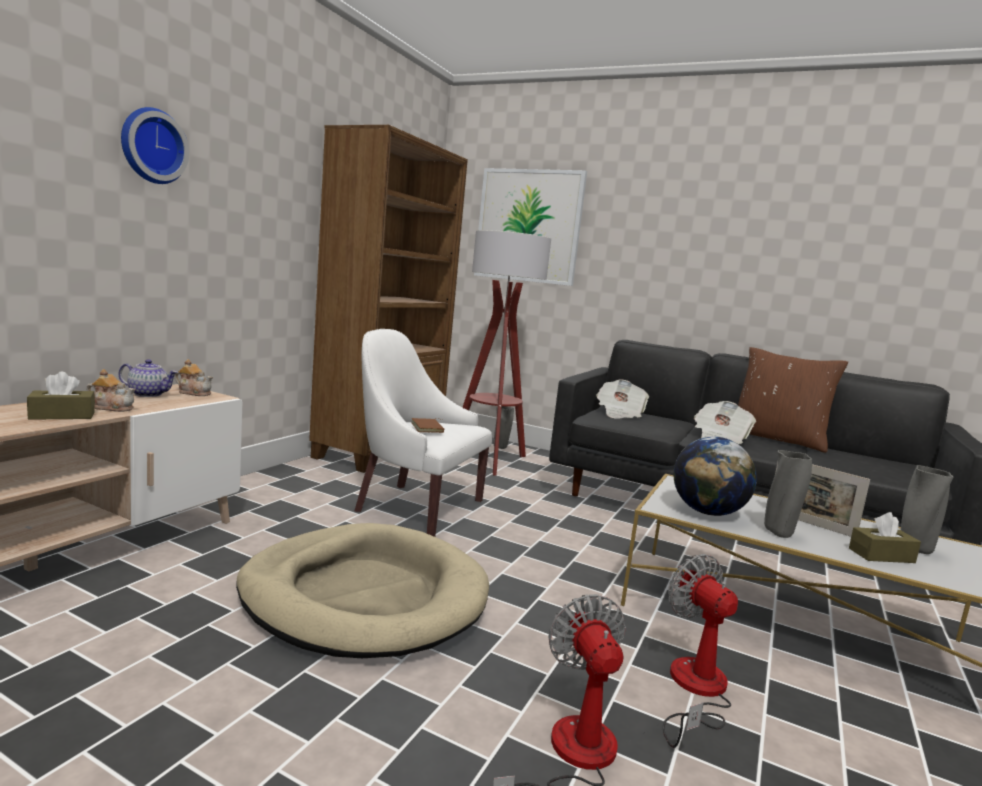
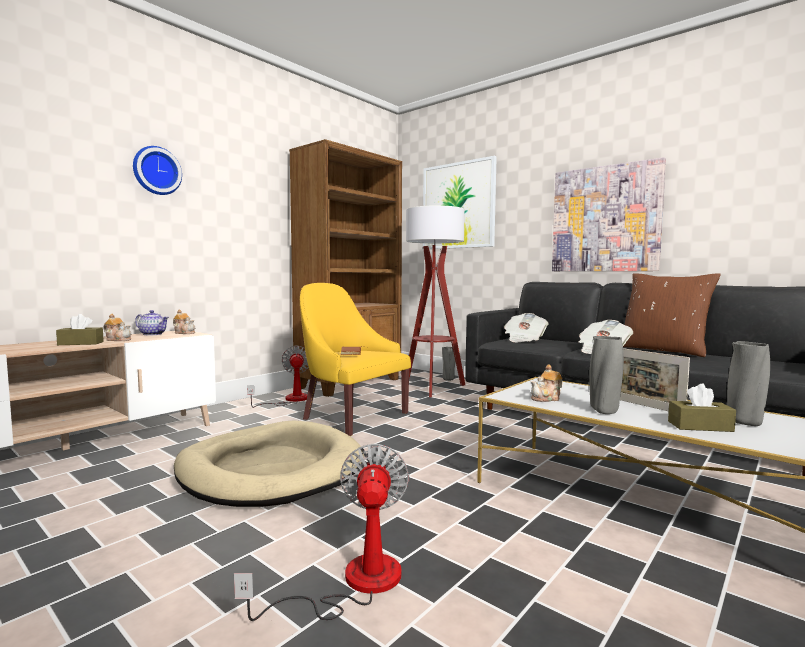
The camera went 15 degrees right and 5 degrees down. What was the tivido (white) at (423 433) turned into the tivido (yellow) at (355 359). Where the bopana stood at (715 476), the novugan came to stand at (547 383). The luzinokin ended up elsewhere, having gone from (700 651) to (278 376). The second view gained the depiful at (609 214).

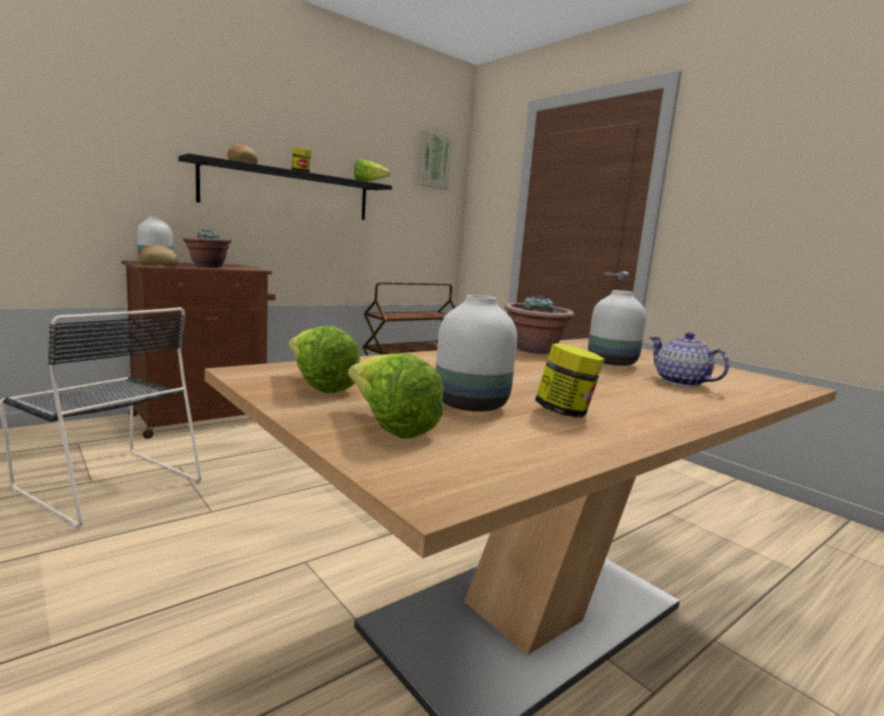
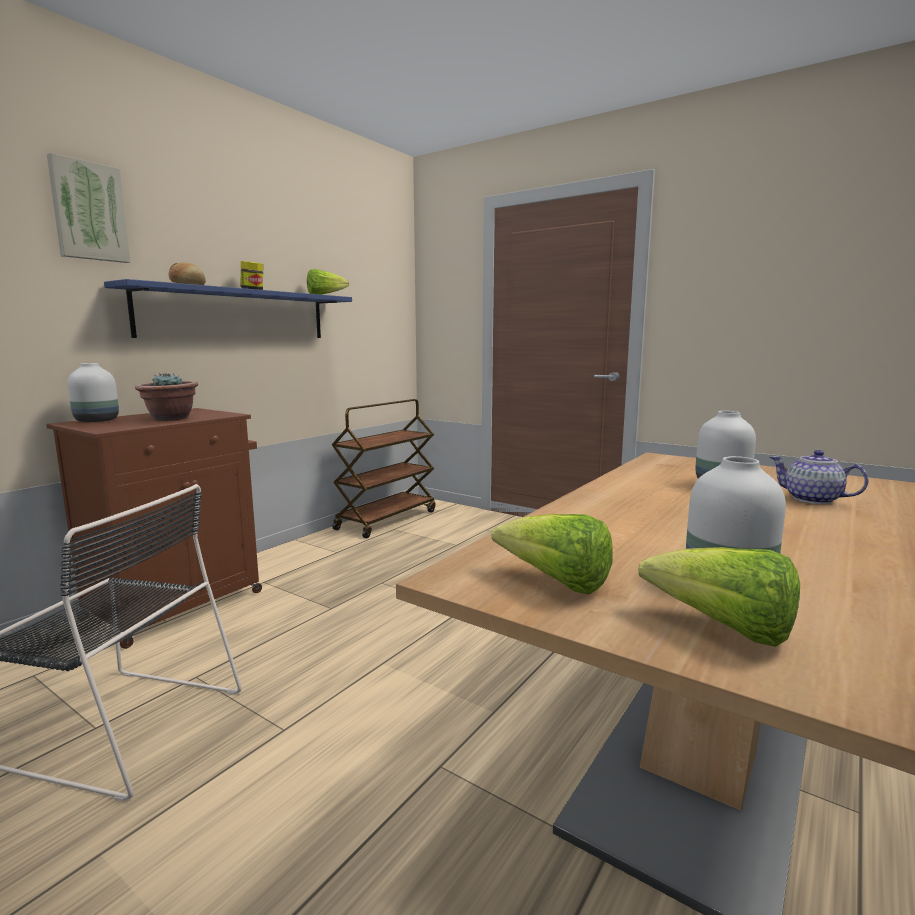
The camera went 15 degrees left and 0 degrees up. The depiful ended up elsewhere, having gone from (435 160) to (88 208). What was the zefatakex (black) at (285 186) turned into the zefatakex (blue) at (228 308). The second view lost the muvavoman at (158 255). The second view lost the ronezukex at (539 324). The second view lost the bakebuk at (570 380).

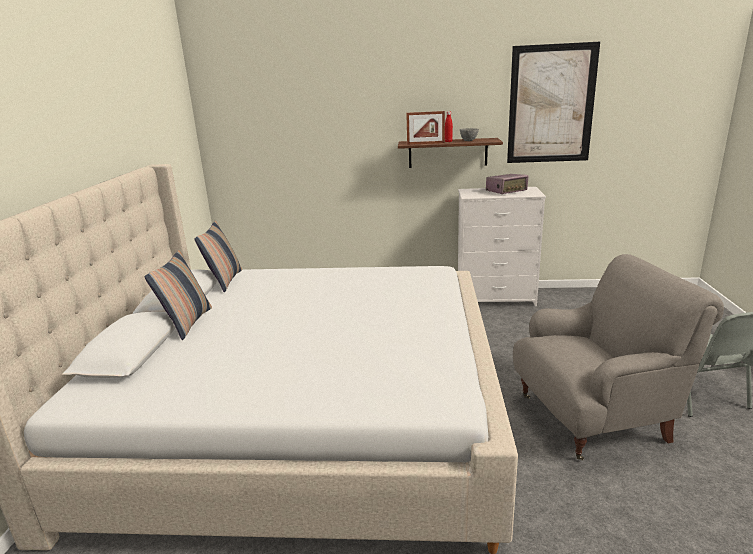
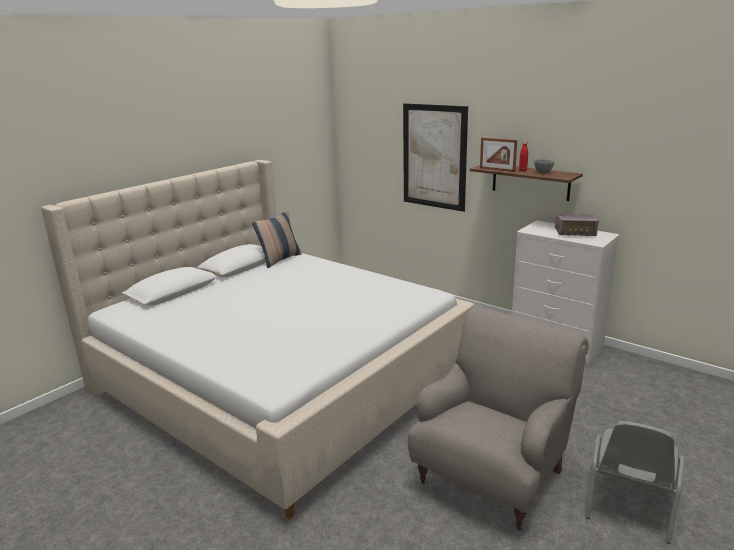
The camera went 35 degrees right and 0 degrees up. The depiful ended up elsewhere, having gone from (553 102) to (435 157). The second view lost the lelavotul at (178 295). The tivido (grey) at (618 357) ended up facing another way, 75 degrees counterclockwise from before.

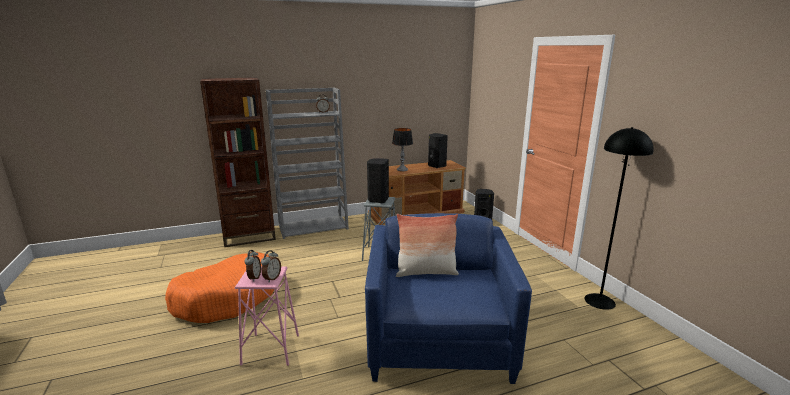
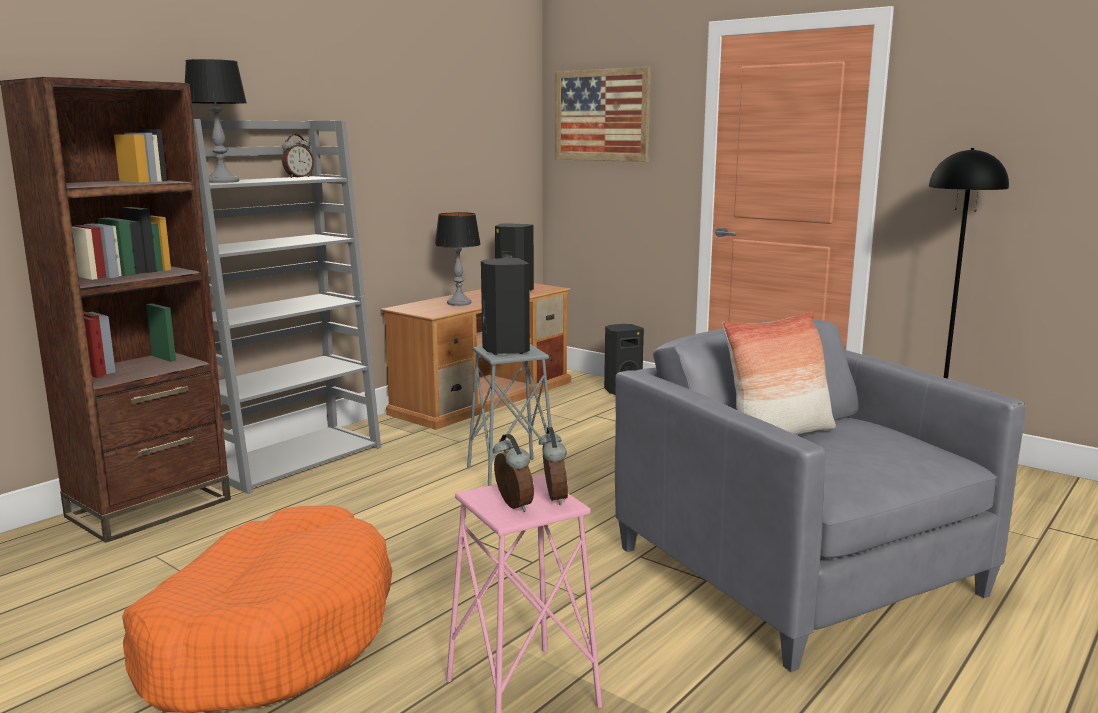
The camera went 30 degrees left and 5 degrees down. What was the tivido (blue) at (448 298) turned into the tivido (grey) at (820 496). The second view gained the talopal at (216 121). The second view gained the depiful at (603 114).

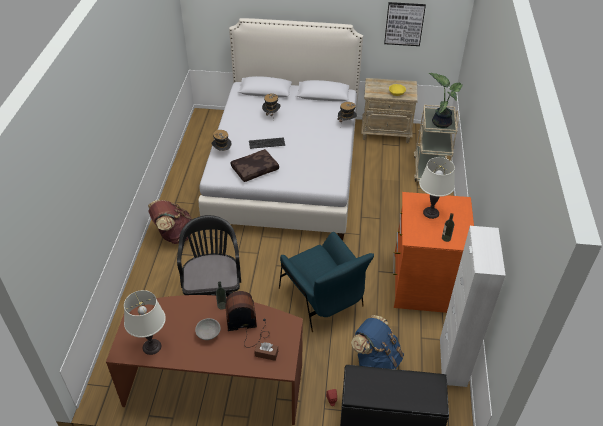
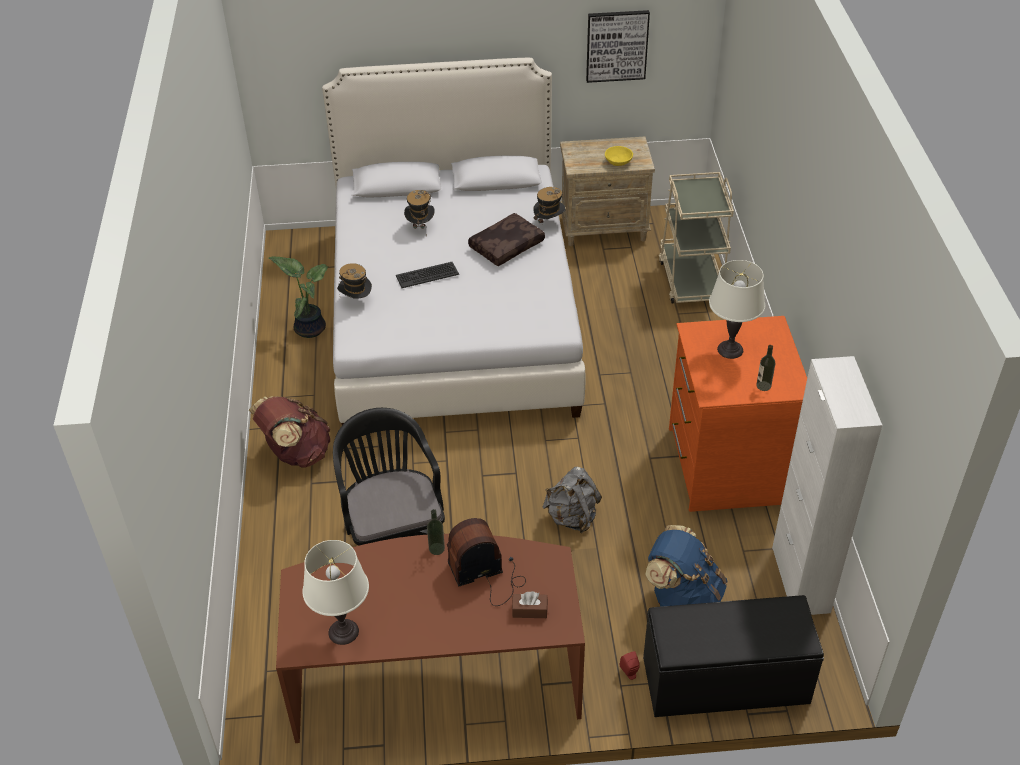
The camera went 10 degrees left and 0 degrees up. The ronezukex ended up elsewhere, having gone from (446 100) to (298 297). The lelavotul (brown) ended up elsewhere, having gone from (255 165) to (506 239). Where the tivido (blue) stood at (326 282), the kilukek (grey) came to stand at (572 500). The second view lost the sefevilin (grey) at (208 329).

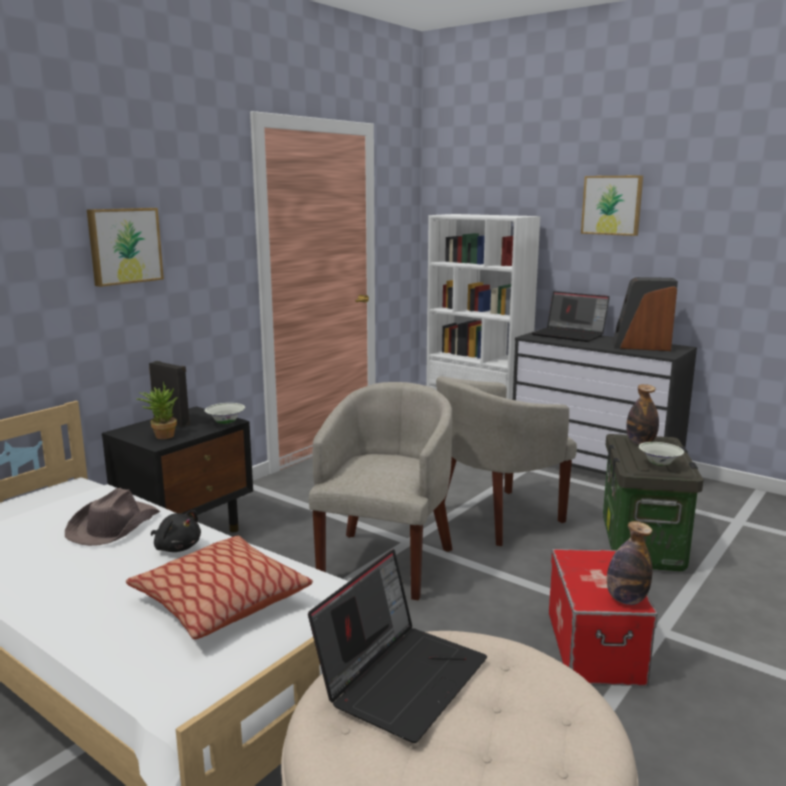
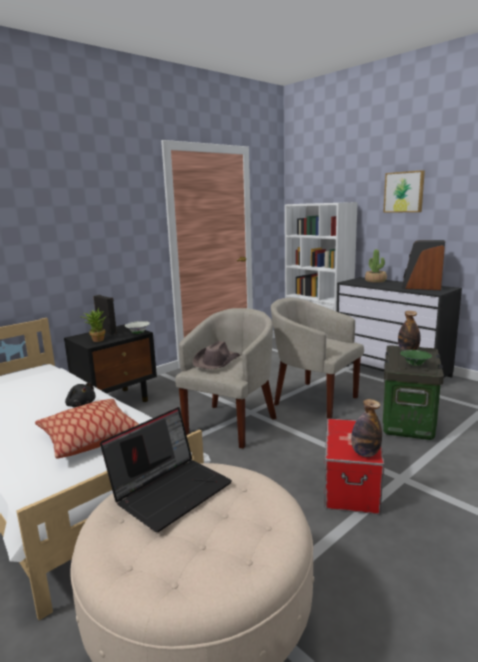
The camera went 10 degrees right and 0 degrees up. The second view lost the depiful at (125 247). Where the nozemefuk stood at (571 316), the ronezukex came to stand at (376 266). The tivido (beige) at (506 461) ended up facing another way, 60 degrees clockwise from before. What was the sefevilin (white) at (661 454) turned into the sefevilin (green) at (416 358). The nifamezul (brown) ended up elsewhere, having gone from (112 517) to (216 355).

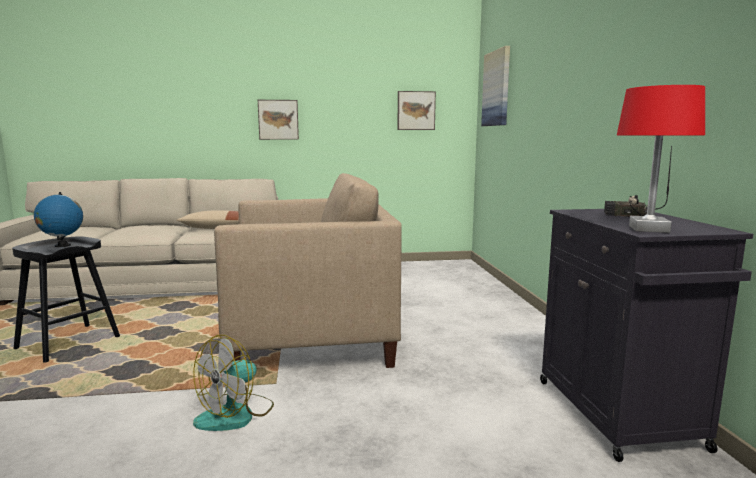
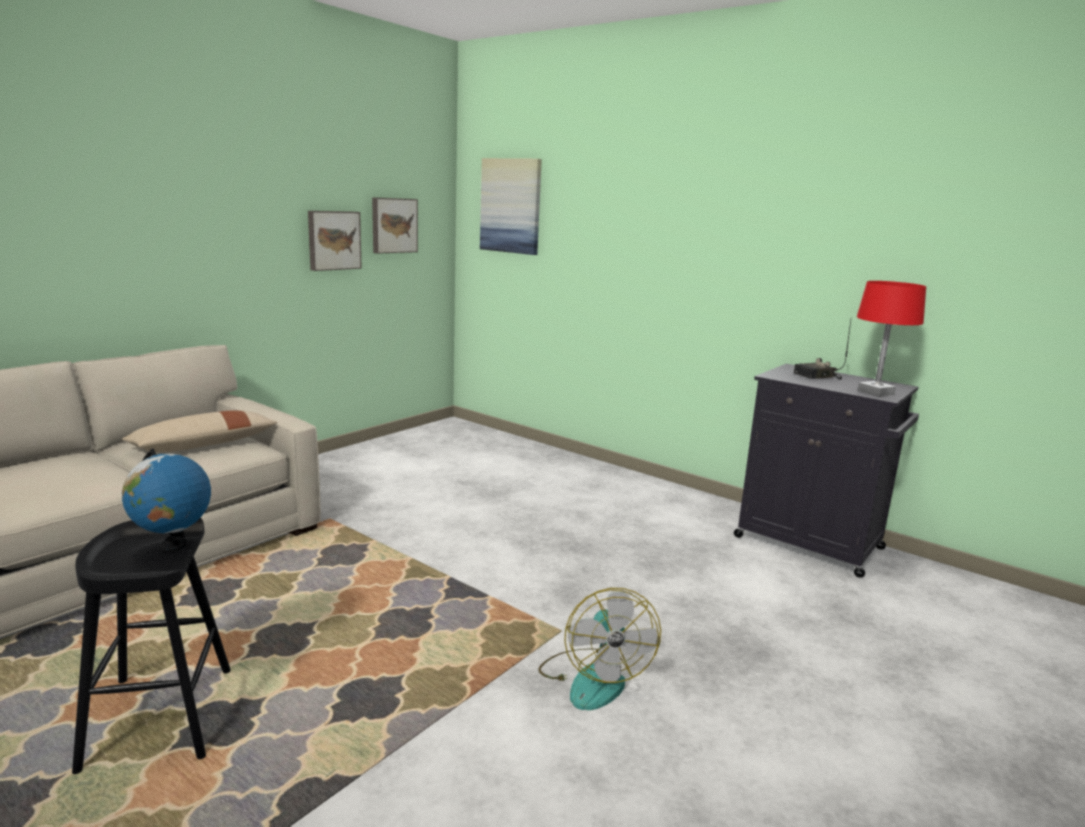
The camera went 45 degrees left and 5 degrees up. The depiful ended up elsewhere, having gone from (278 120) to (335 241). The second view lost the tivido (beige) at (308 270).

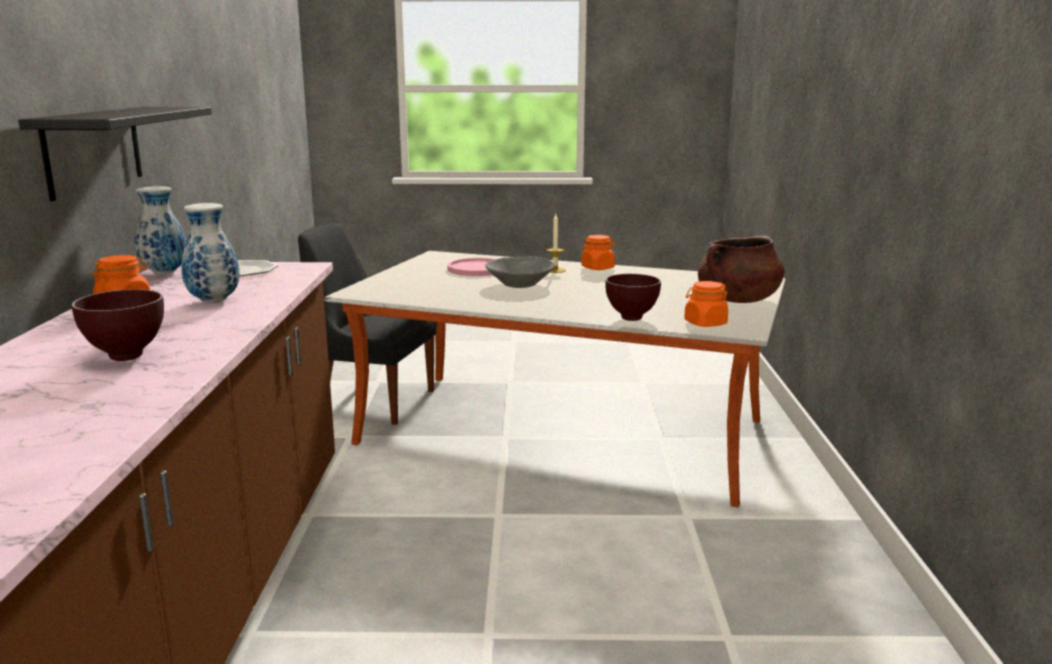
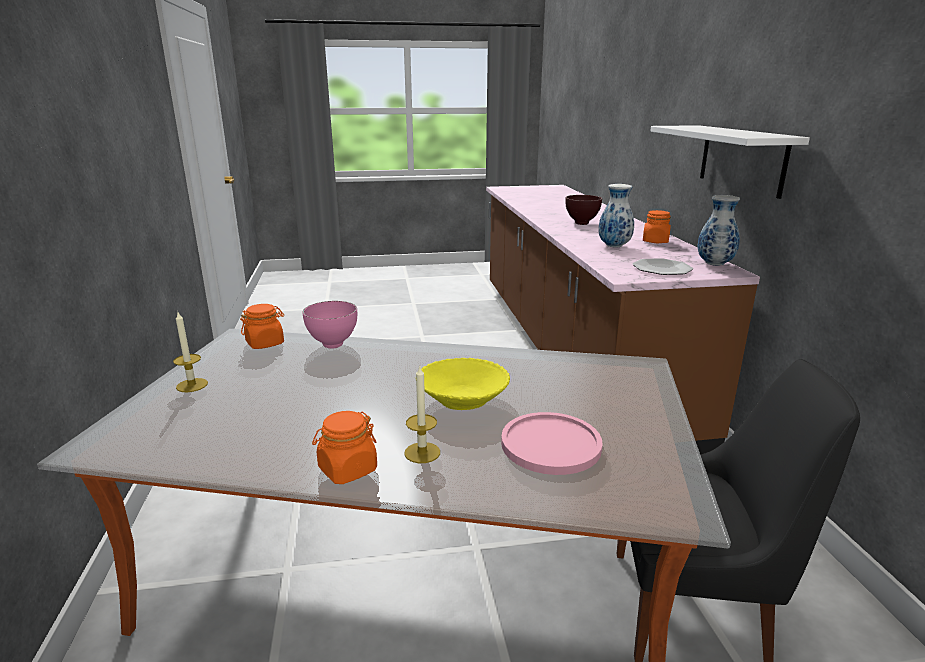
The camera went 170 degrees right and 5 degrees up. What was the zefatakex (black) at (115 154) turned into the zefatakex (white) at (730 162). Where the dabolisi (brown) stood at (741 269), the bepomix came to stand at (190 352). What was the sefevilin (grey) at (520 272) turned into the sefevilin (yellow) at (465 384). What was the sefevilin (brown) at (633 297) turned into the sefevilin (pink) at (330 325).

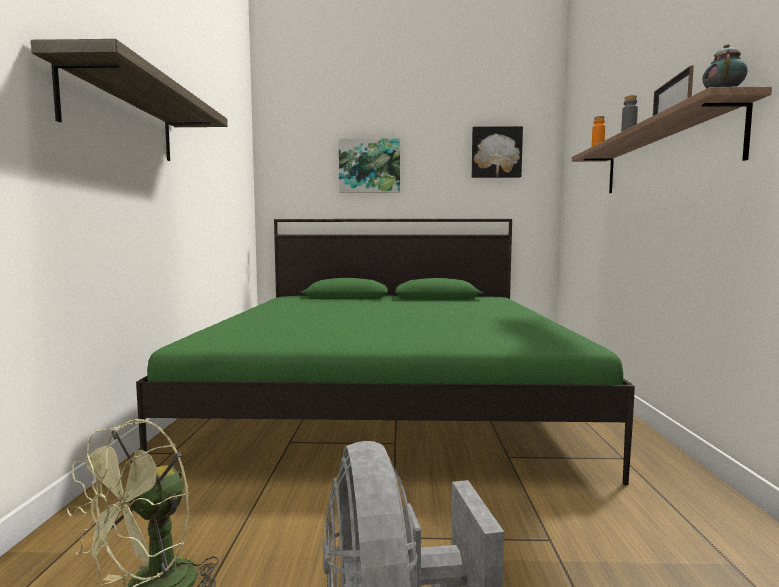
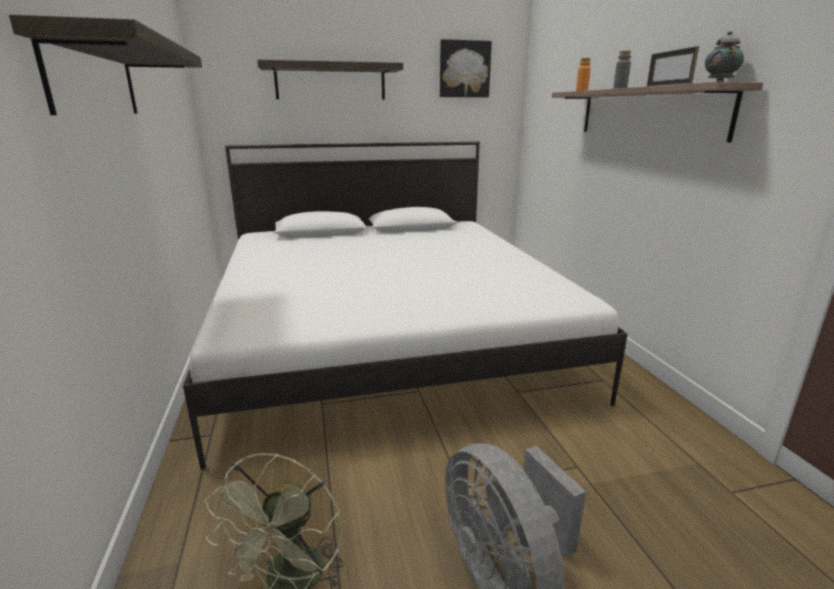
The camera went 15 degrees left and 15 degrees up. Where the depiful hung at (369 165), the zefatakex came to hang at (330 80). What was the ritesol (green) at (385 352) turned into the ritesol (white) at (405 306).

